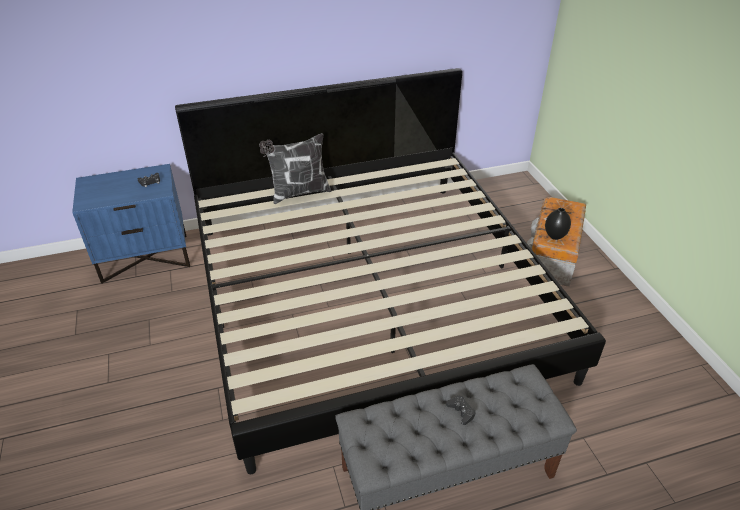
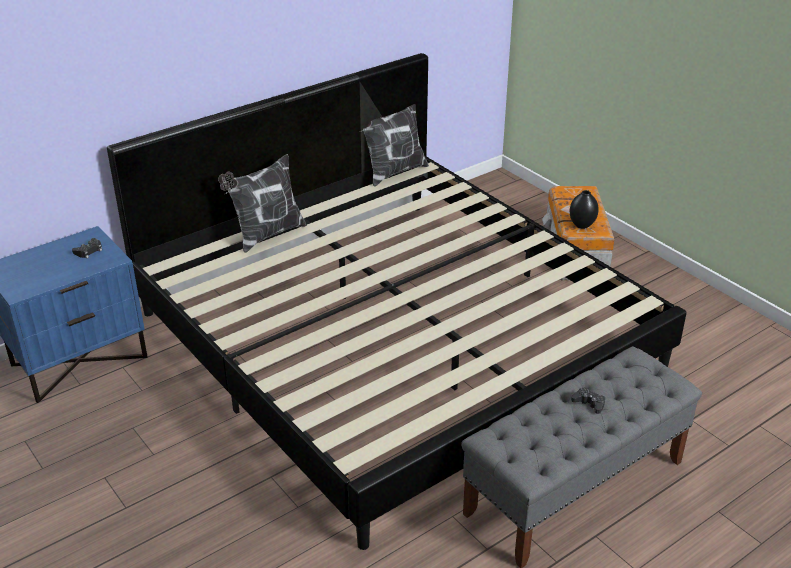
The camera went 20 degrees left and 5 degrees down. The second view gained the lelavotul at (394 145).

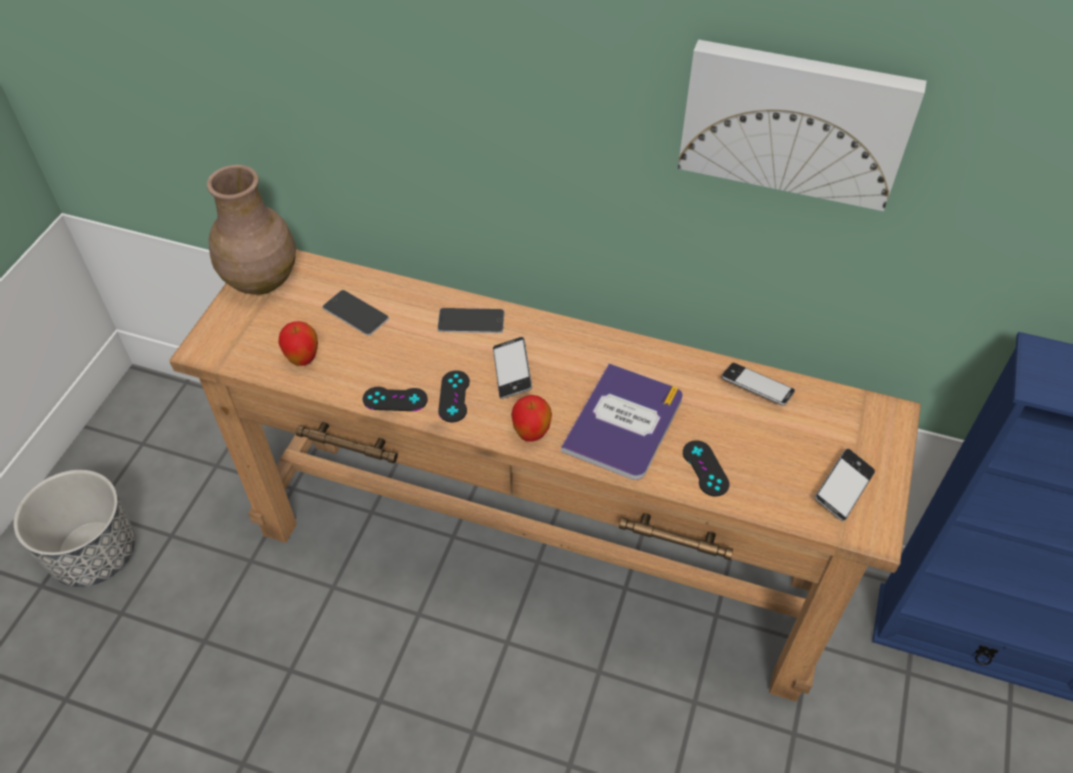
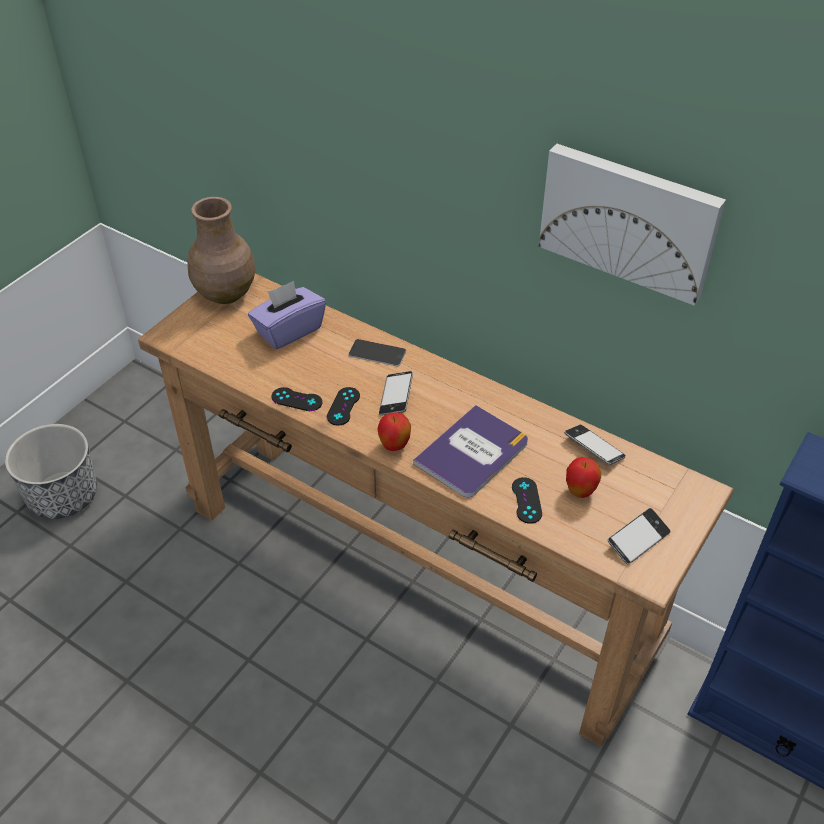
The camera went 15 degrees right and 5 degrees down. Where the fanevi stood at (355 313), the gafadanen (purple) came to stand at (287 315). The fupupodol ended up elsewhere, having gone from (298 343) to (583 477).

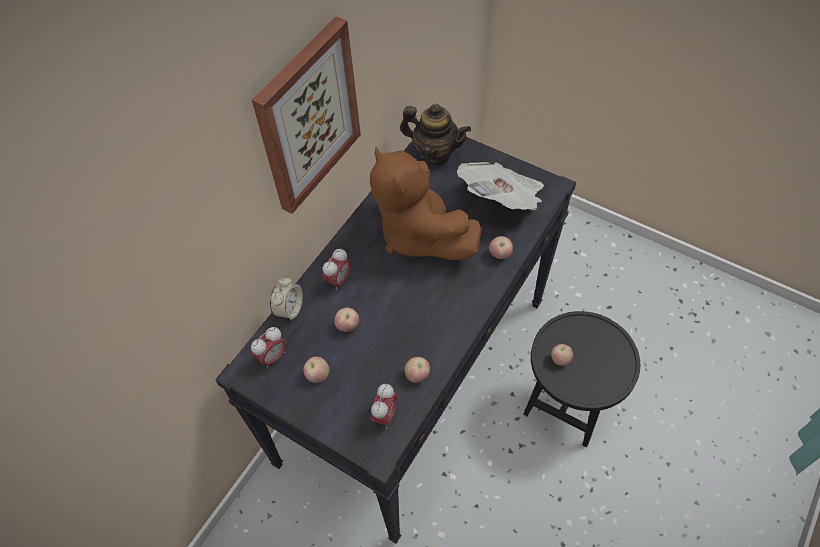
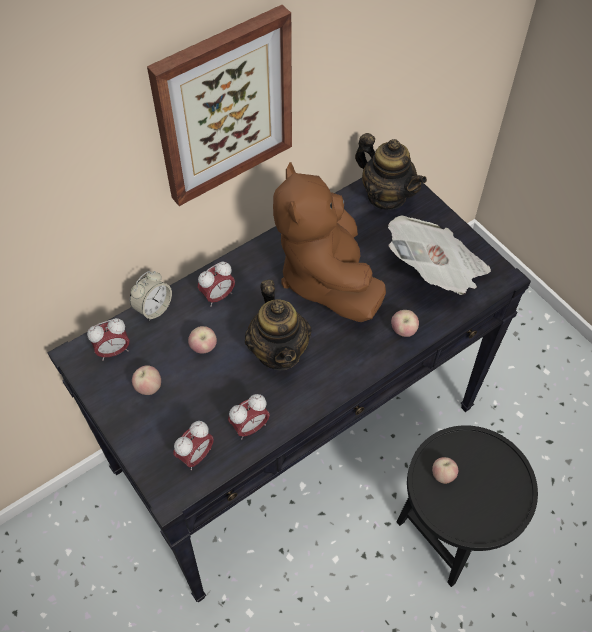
The camera went 20 degrees right and 0 degrees up. Where the fupupodol stood at (417 370), the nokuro came to stand at (249 417). The second view gained the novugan at (278 325).

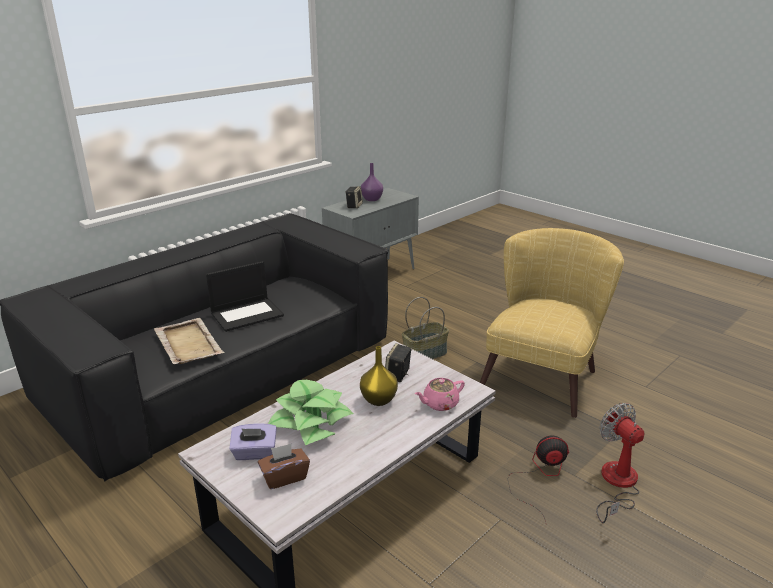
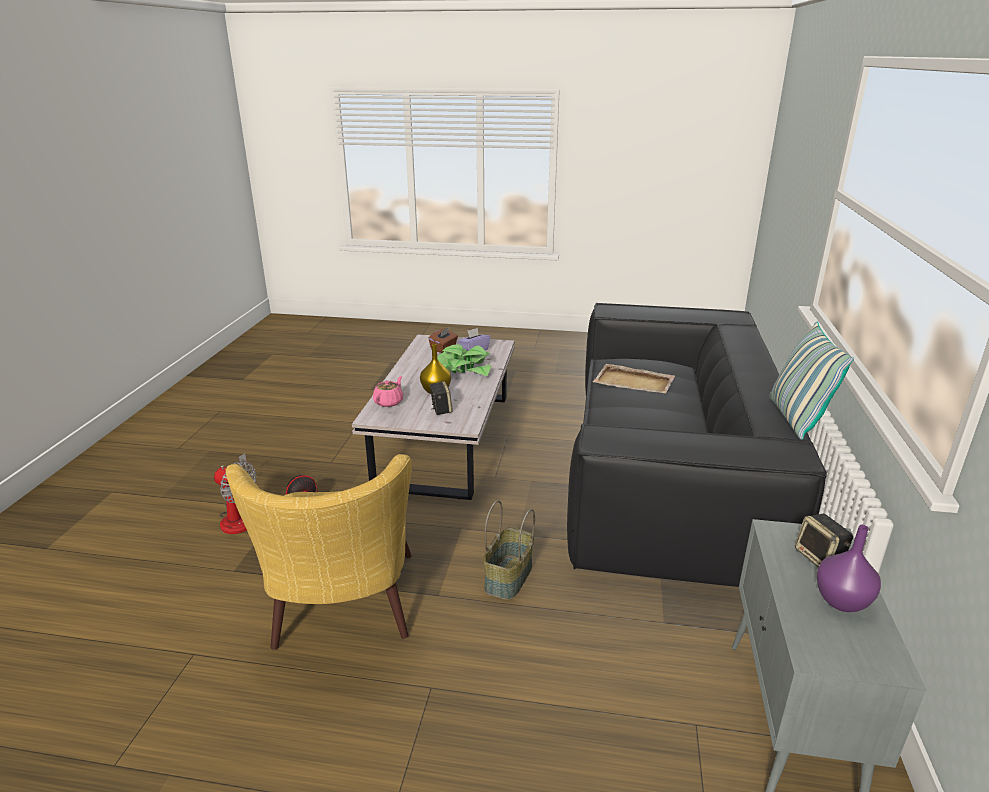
The camera went 145 degrees right and 0 degrees up. The second view lost the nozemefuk at (245 296). The second view gained the lelavotul at (811 381).

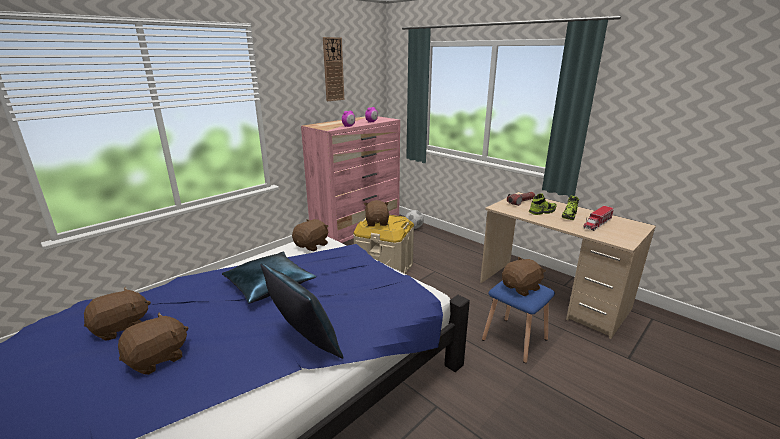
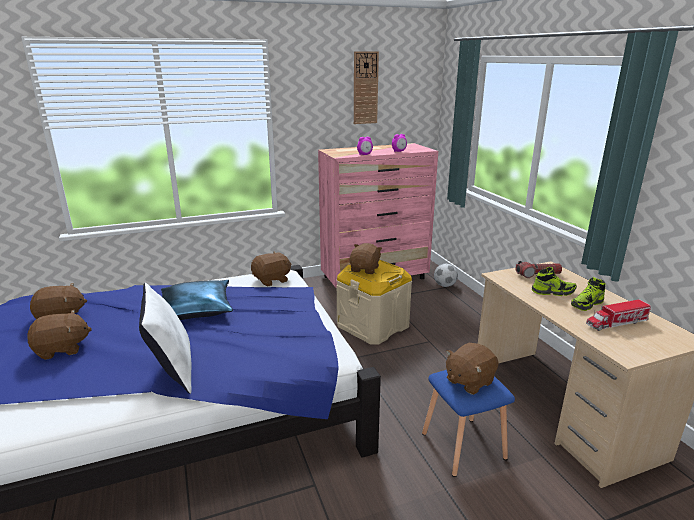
The camera went 25 degrees right and 0 degrees up. The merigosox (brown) at (524 276) ended up facing another way, 150 degrees clockwise from before. What was the lelavotul (blue) at (302 311) turned into the lelavotul (white) at (165 338).

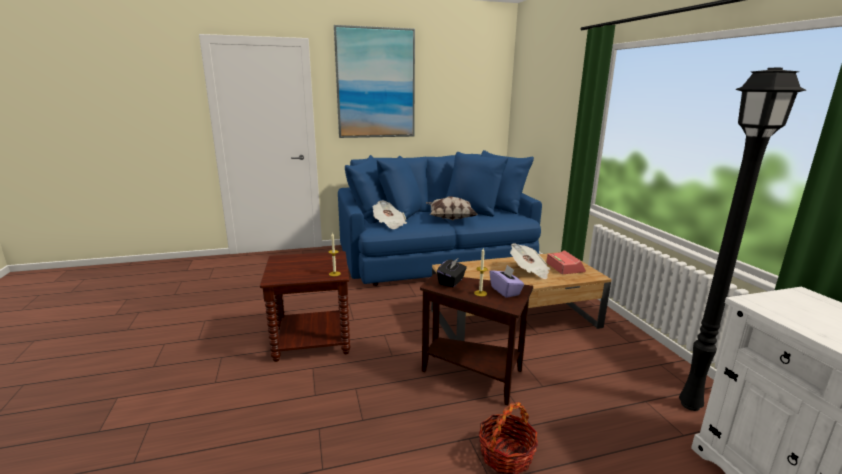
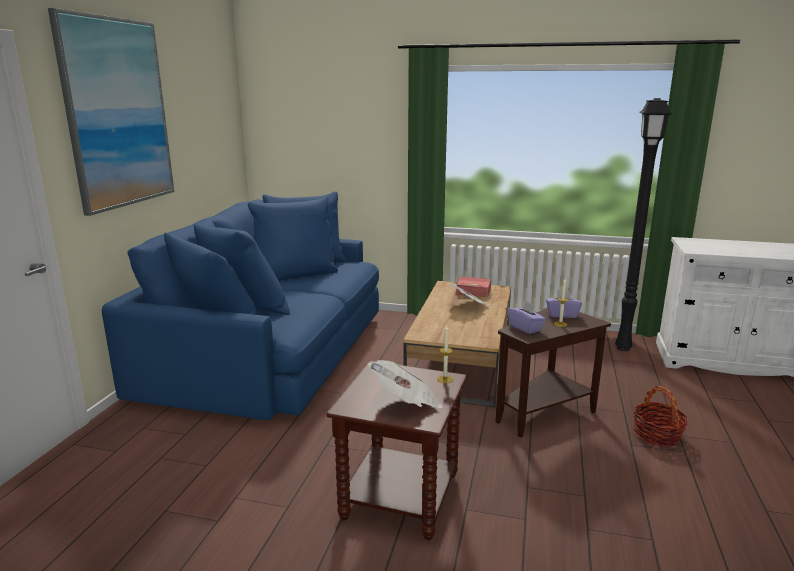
The camera went 60 degrees left and 0 degrees up. The second view lost the lelavotul at (452 208). The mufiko ended up elsewhere, having gone from (390 215) to (405 384). What was the gafadanen (black) at (452 272) turned into the gafadanen (purple) at (526 317).

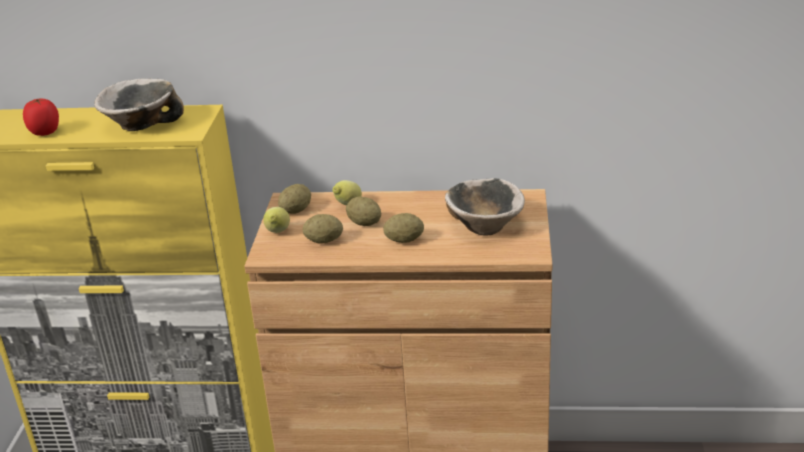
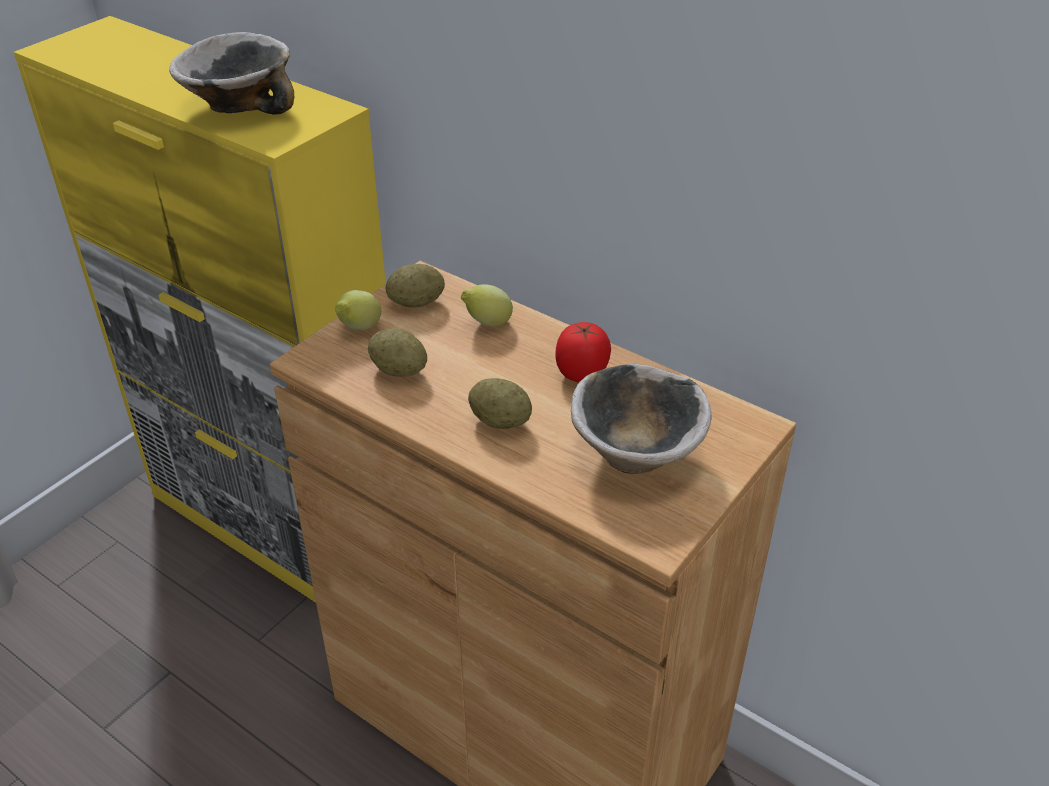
The camera went 30 degrees right and 10 degrees up. The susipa ended up elsewhere, having gone from (41 117) to (583 352). The second view lost the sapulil at (363 211).

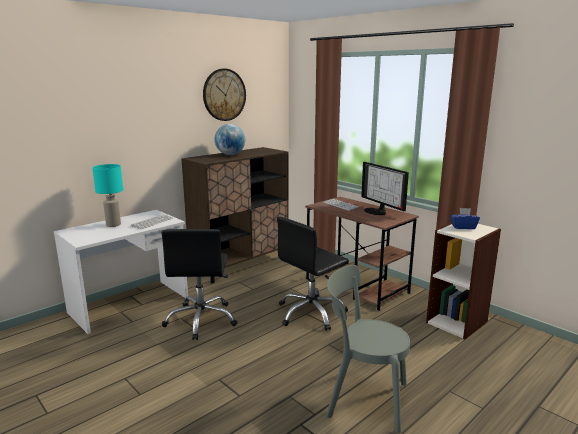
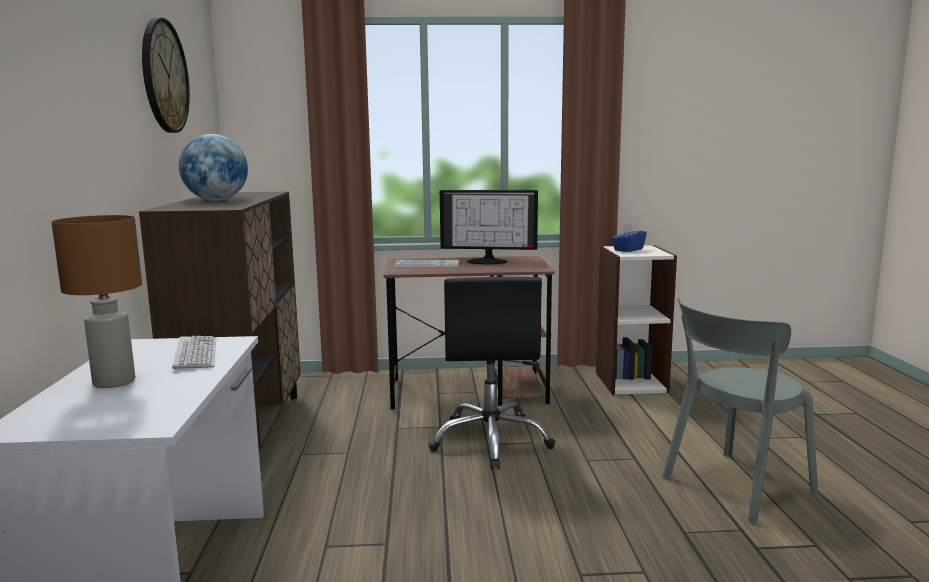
The camera went 50 degrees left and 5 degrees down. What was the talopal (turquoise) at (107 195) turned into the talopal (brown) at (96 301). The second view lost the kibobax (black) at (199 284).

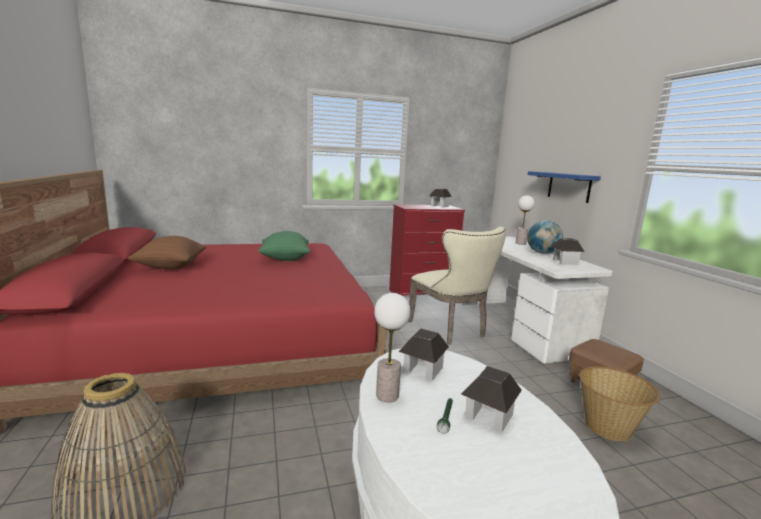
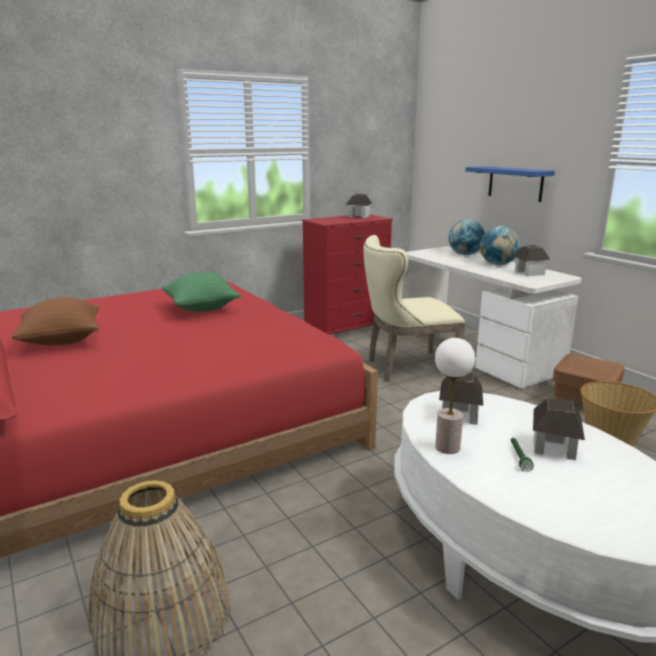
The camera went 15 degrees left and 5 degrees up. Where the talopal stood at (525 220), the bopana came to stand at (467 237). The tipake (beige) at (457 285) ended up facing another way, 120 degrees clockwise from before.

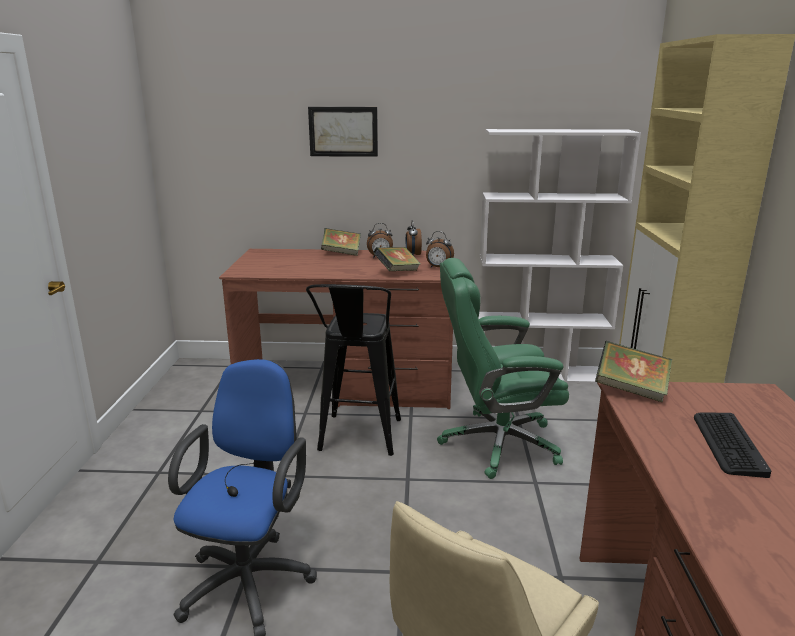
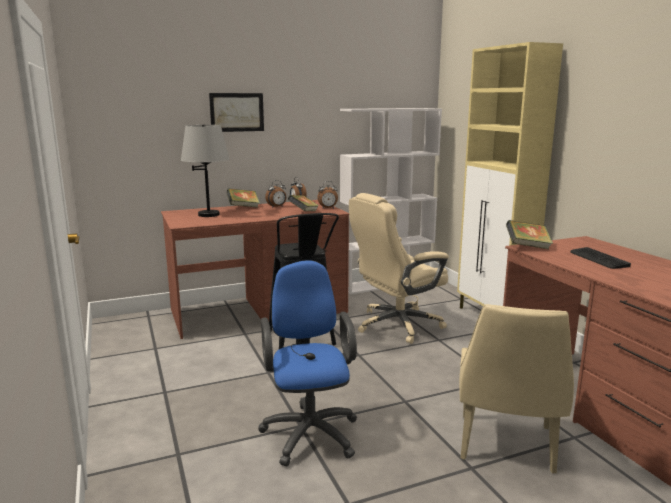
The camera went 25 degrees left and 5 degrees down. What was the kibobax (green) at (503 368) turned into the kibobax (beige) at (399 268). The second view gained the talopal (grey) at (205 170).

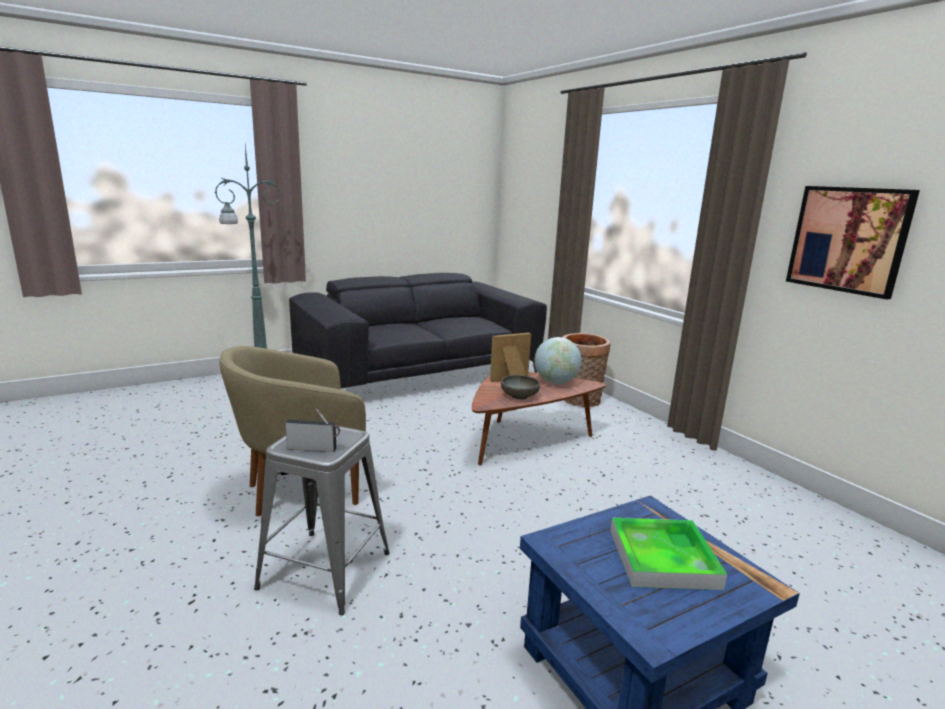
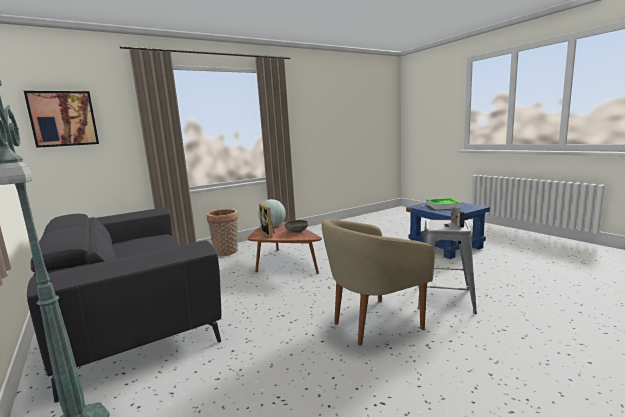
The camera went 90 degrees left and 5 degrees down. The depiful ended up elsewhere, having gone from (853 243) to (61 119). The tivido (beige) at (292 431) ended up facing another way, 90 degrees clockwise from before.

